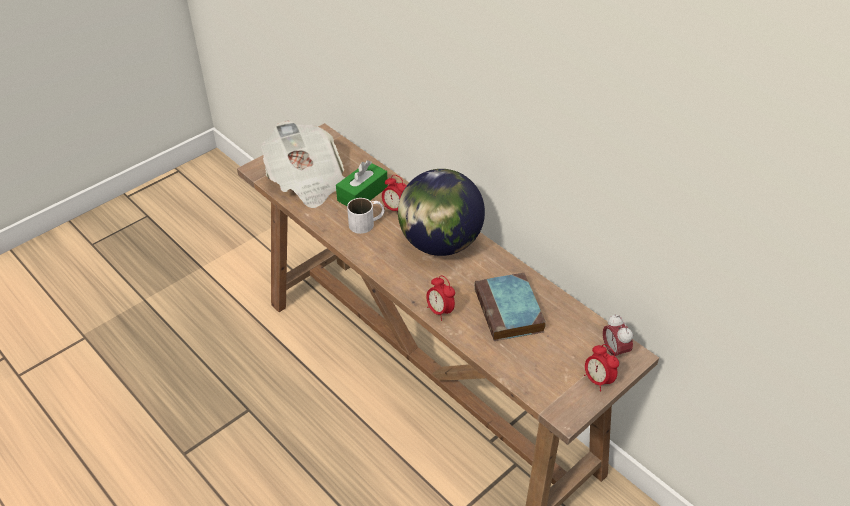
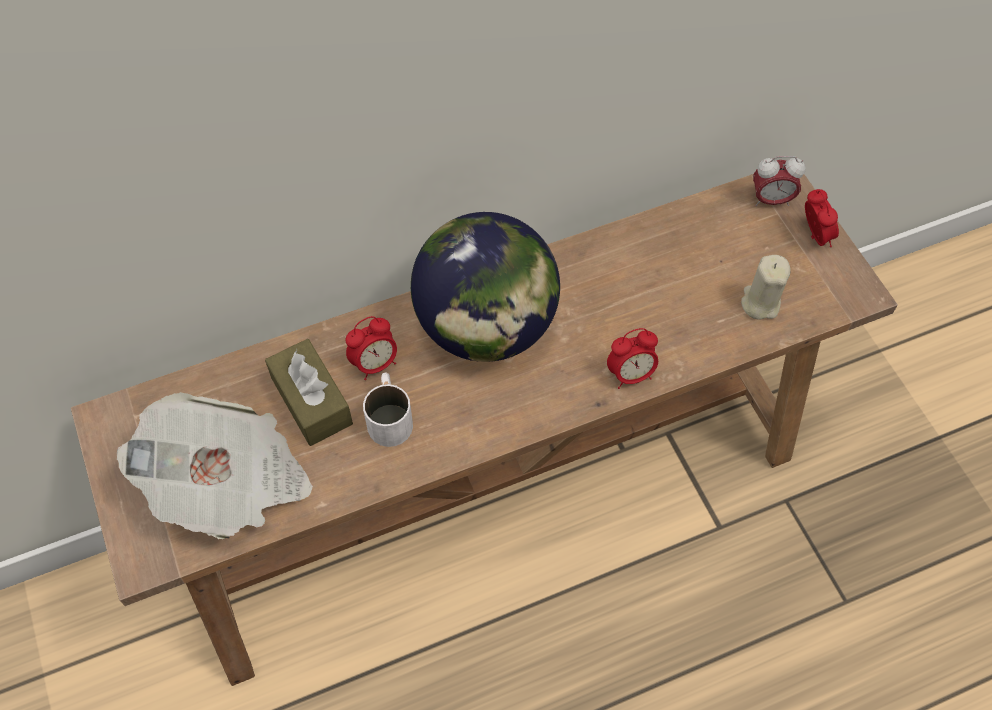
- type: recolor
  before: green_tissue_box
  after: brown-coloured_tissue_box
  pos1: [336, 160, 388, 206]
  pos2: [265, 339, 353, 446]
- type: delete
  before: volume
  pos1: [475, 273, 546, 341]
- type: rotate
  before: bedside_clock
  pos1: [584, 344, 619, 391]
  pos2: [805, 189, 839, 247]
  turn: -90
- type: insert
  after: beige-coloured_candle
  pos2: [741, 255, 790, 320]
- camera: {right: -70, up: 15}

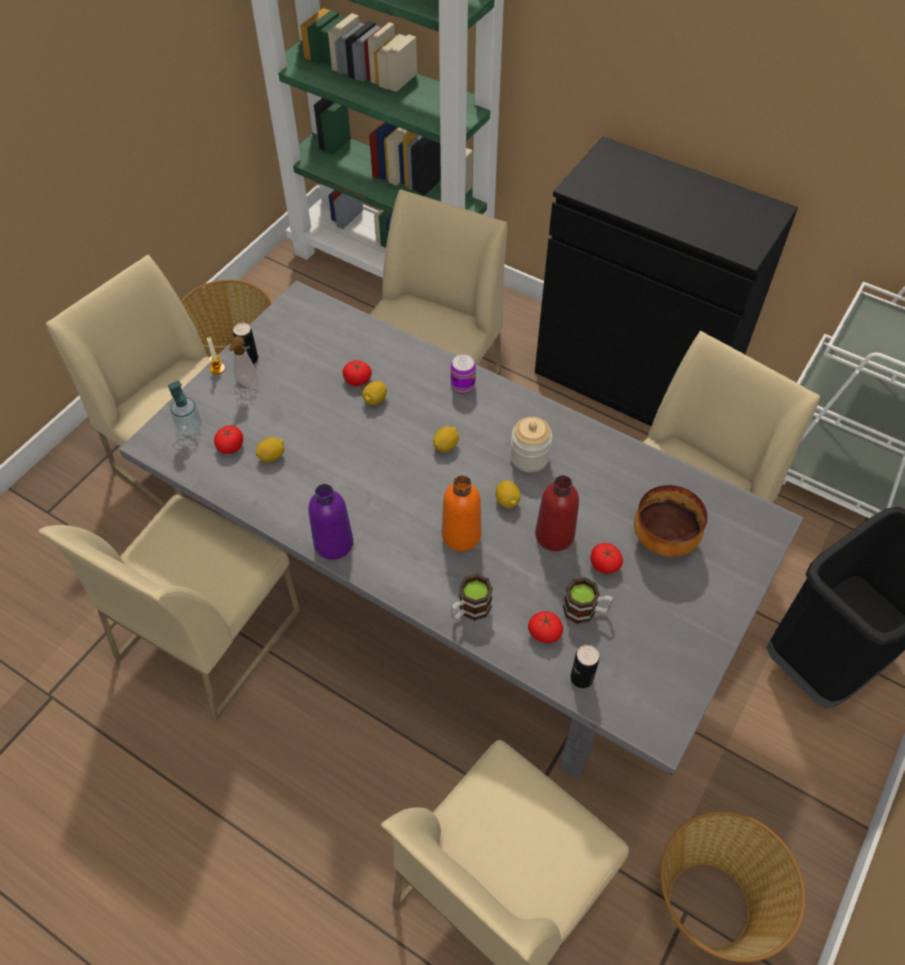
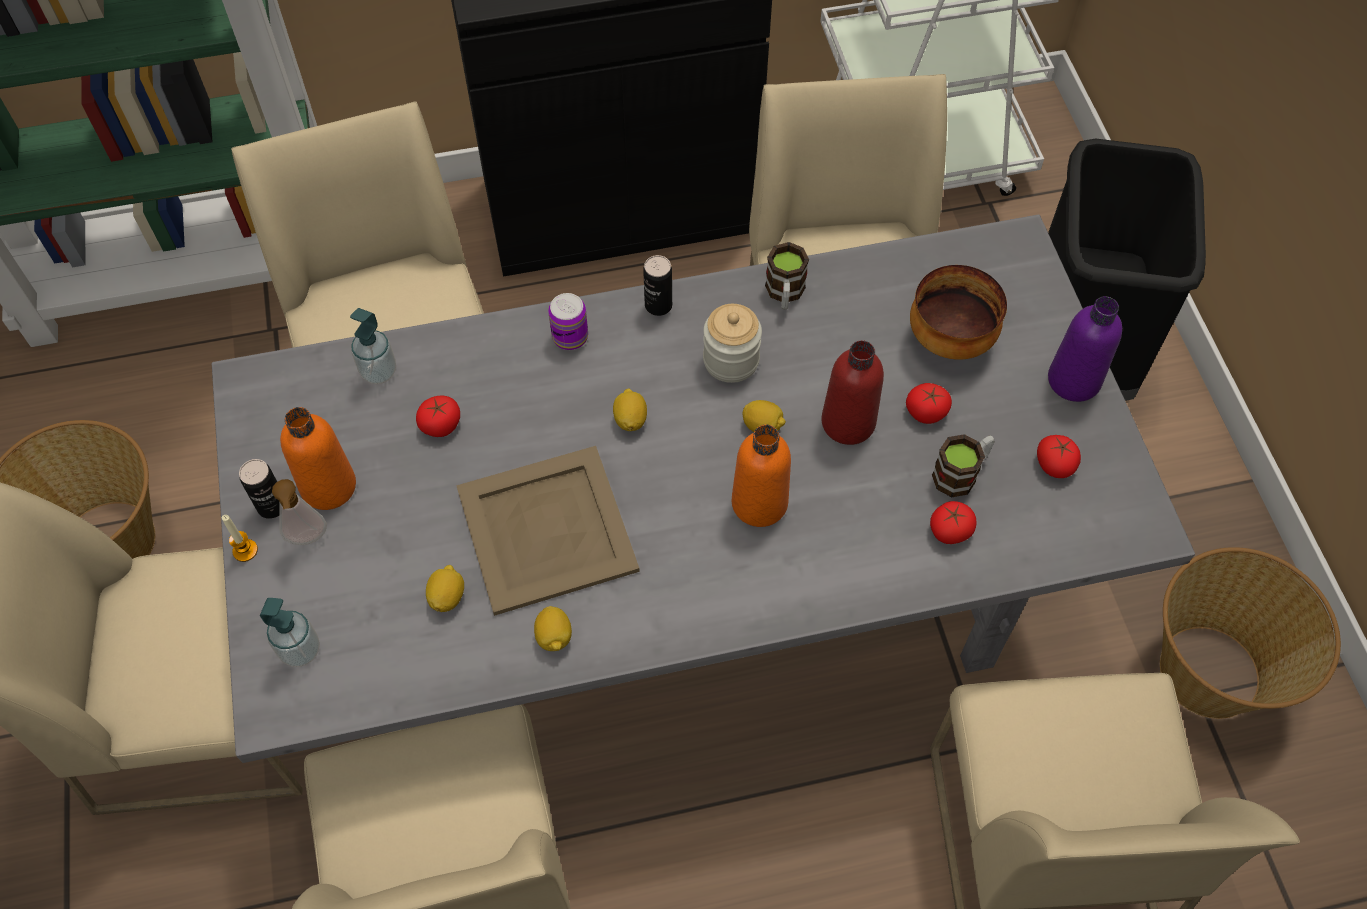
- type: move
  before: whole_tomato
  pos1: [214, 425, 243, 454]
  pos2: [1037, 435, 1081, 478]
- type: move
  before: purple_beverage_bottle
  pos1: [308, 484, 353, 560]
  pos2: [1048, 296, 1122, 402]
- type: move
  before: lemon
  pos1: [362, 381, 387, 405]
  pos2: [534, 606, 572, 651]
- type: move
  before: coffee_mug
  pos1: [451, 574, 493, 621]
  pos2: [765, 242, 809, 310]
- type: move
  before: can
  pos1: [571, 645, 600, 688]
  pos2: [643, 255, 672, 316]
- type: insert
  after: orange_beverage_bottle
  pos2: [280, 407, 356, 510]
- type: insert
  after: soap_bottle
  pos2: [350, 308, 396, 384]
- type: insert
  after: beige-coloured_serving_tray
  pos2: [456, 446, 640, 616]
- camera: {right: -45, up: 5}

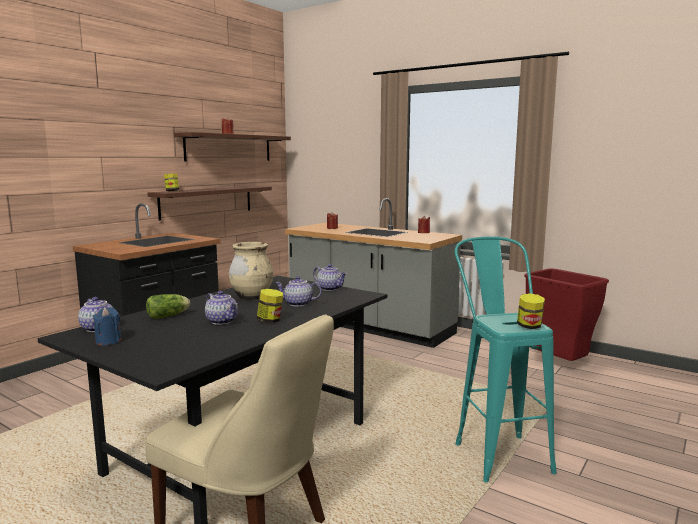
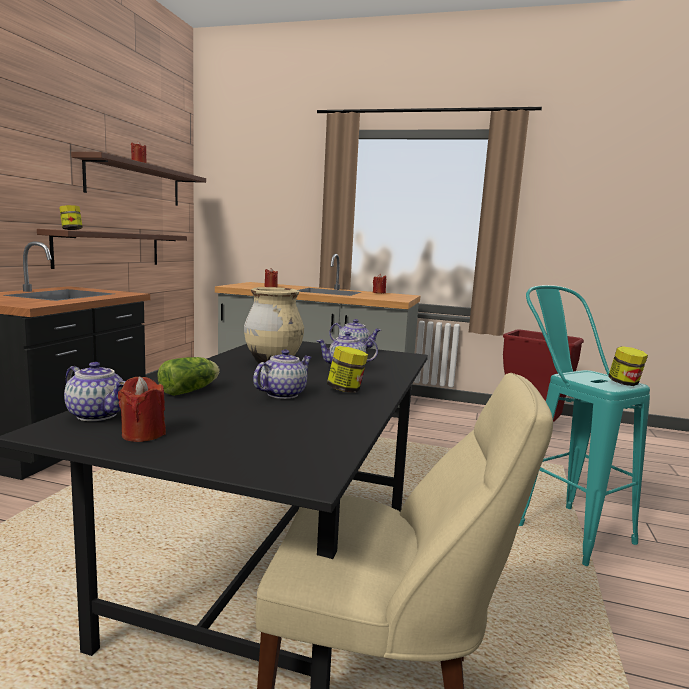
- type: recolor
  before: blue_candle
  after: reddish_candle
  pos1: [93, 307, 122, 346]
  pos2: [118, 377, 166, 442]
- type: rotate
  before: teapot
  pos1: [205, 291, 238, 325]
  pos2: [253, 350, 312, 399]
  turn: -75
- camera: {right: -20, up: 0}

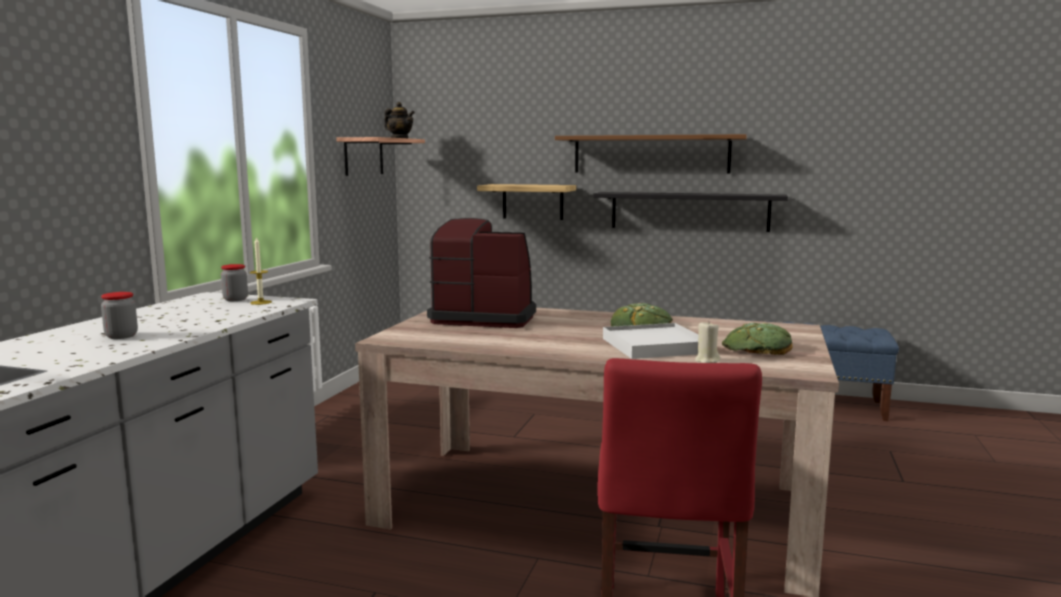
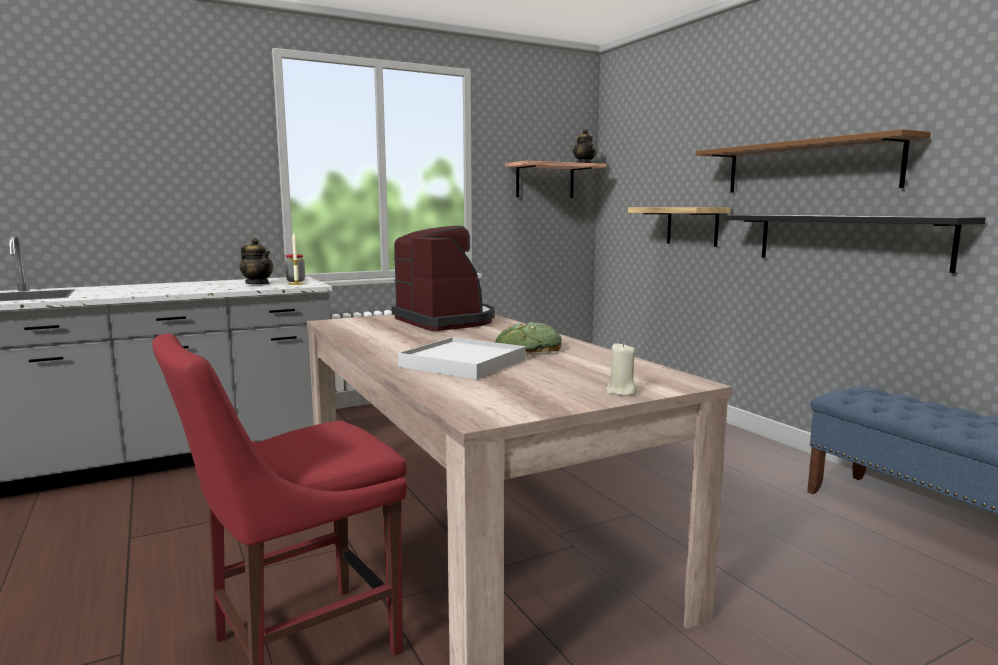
- type: delete
  before: jar
  pos1: [101, 292, 138, 339]
- type: move
  before: beige-coloured_candle
  pos1: [695, 322, 720, 363]
  pos2: [606, 342, 637, 396]
- type: delete
  before: baked_bread
  pos1: [722, 323, 792, 355]
- type: insert
  after: teapot
  pos2: [240, 238, 273, 284]
- camera: {right: 45, up: 0}

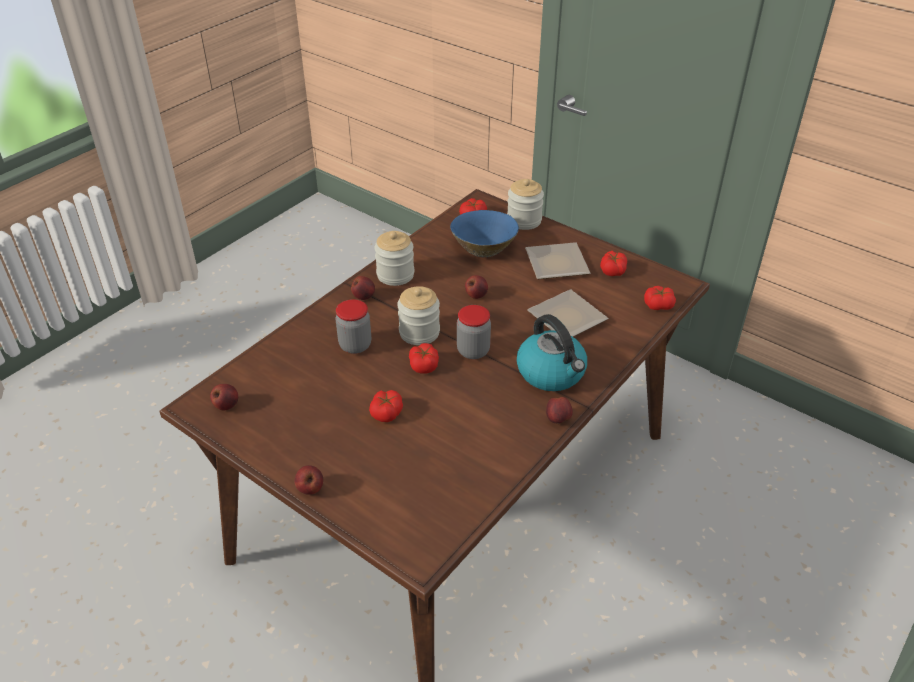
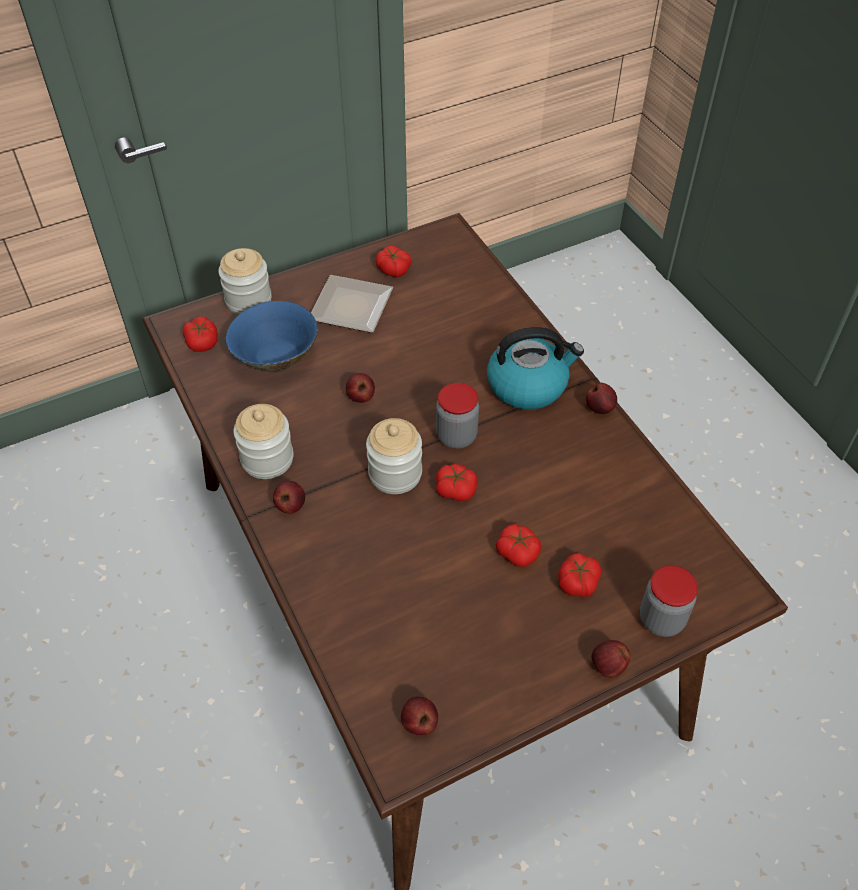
- type: move
  before: jar
  pos1: [336, 299, 371, 354]
  pos2: [640, 565, 698, 637]
- type: delete
  before: dinner_plate
  pos1: [527, 289, 608, 337]
- type: move
  before: whole_tomato
  pos1: [644, 286, 676, 310]
  pos2: [558, 553, 601, 597]
- camera: {right: -65, up: 10}

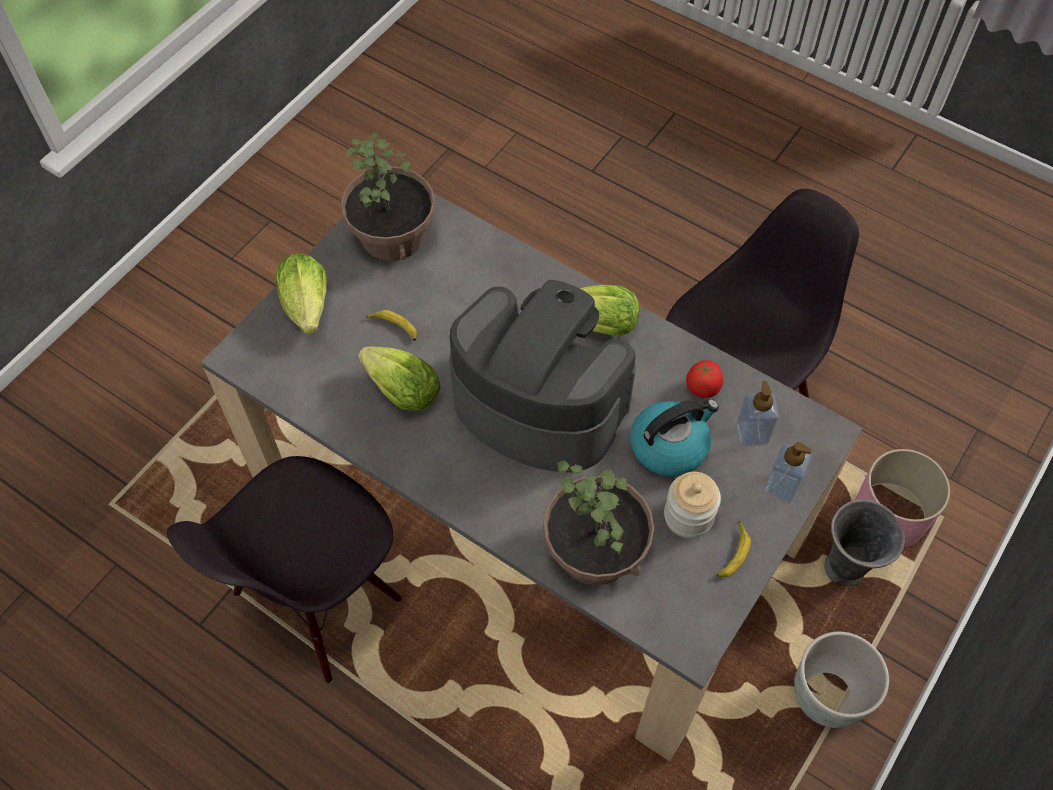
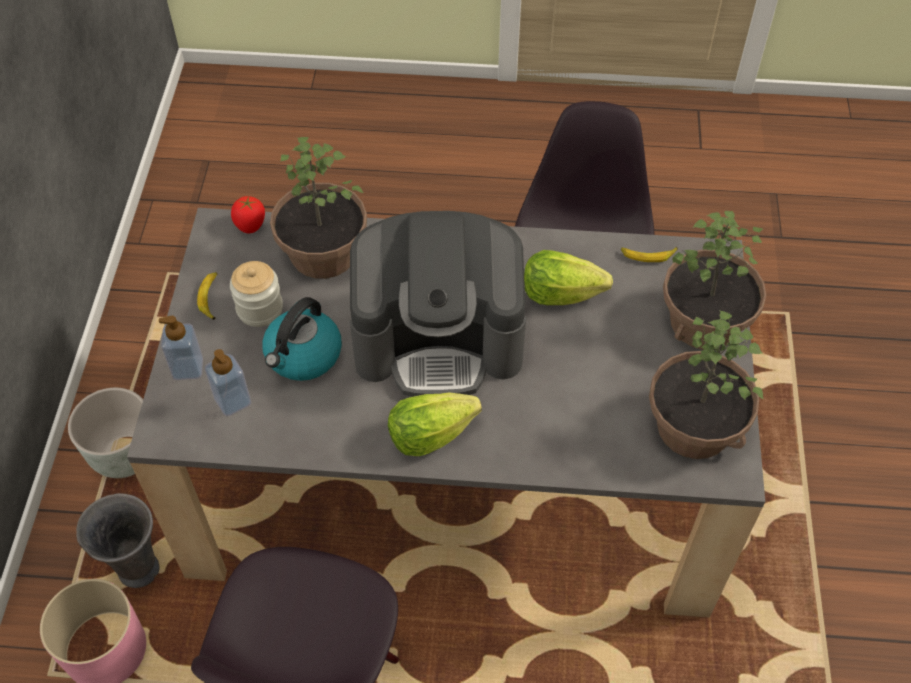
- type: replace
  before: lettuce
  after: plant_in_a_pot
  pos1: [275, 254, 327, 334]
  pos2: [663, 211, 766, 350]
- type: move
  before: whole_banana
  pos1: [367, 310, 417, 341]
  pos2: [621, 247, 678, 262]
- type: move
  before: whole_tomato
  pos1: [686, 360, 723, 398]
  pos2: [231, 196, 265, 233]
- camera: {right: 150, up: -5}

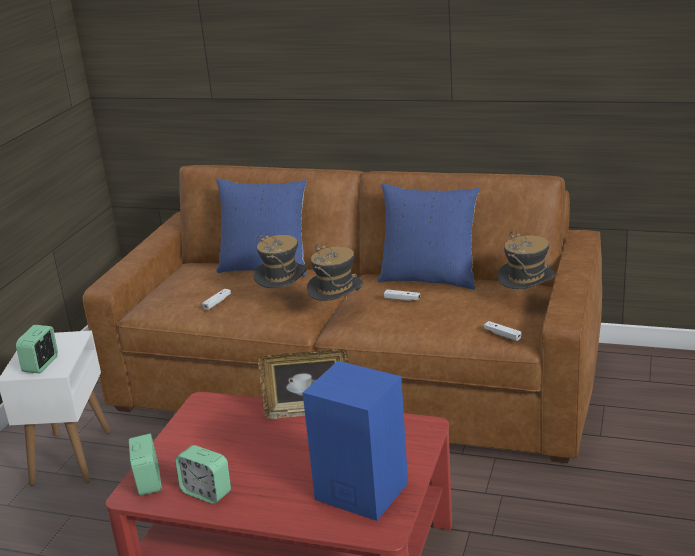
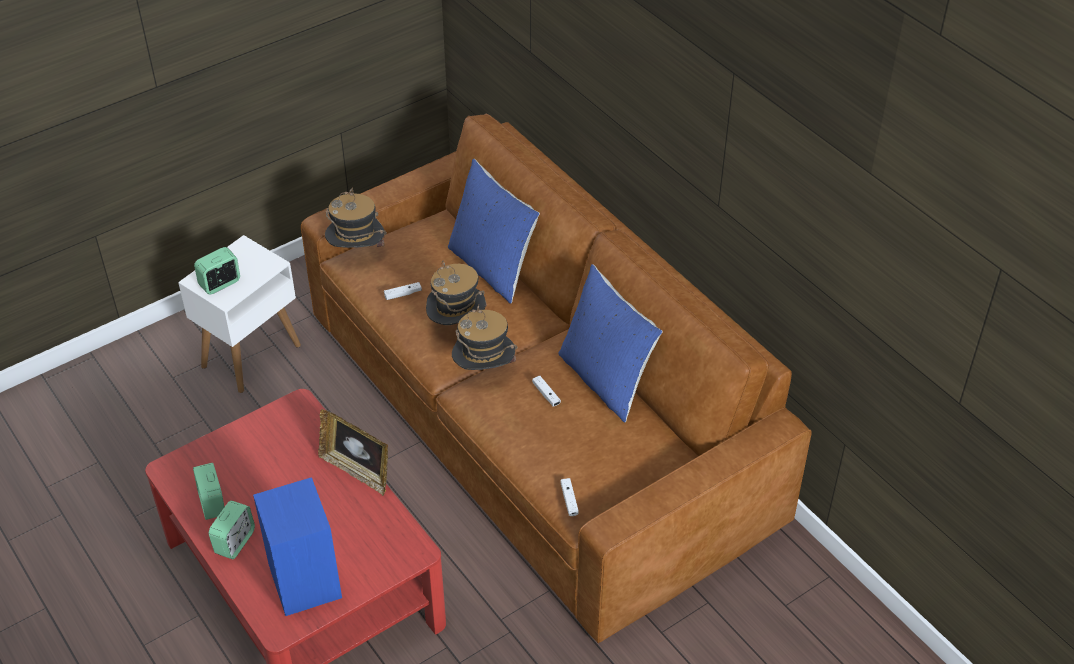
- type: move
  before: bedside_clock
  pos1: [129, 433, 162, 496]
  pos2: [209, 501, 255, 559]
- type: move
  before: clothing_hat
  pos1: [497, 232, 556, 290]
  pos2: [325, 187, 387, 248]
- camera: {right: 35, up: 20}

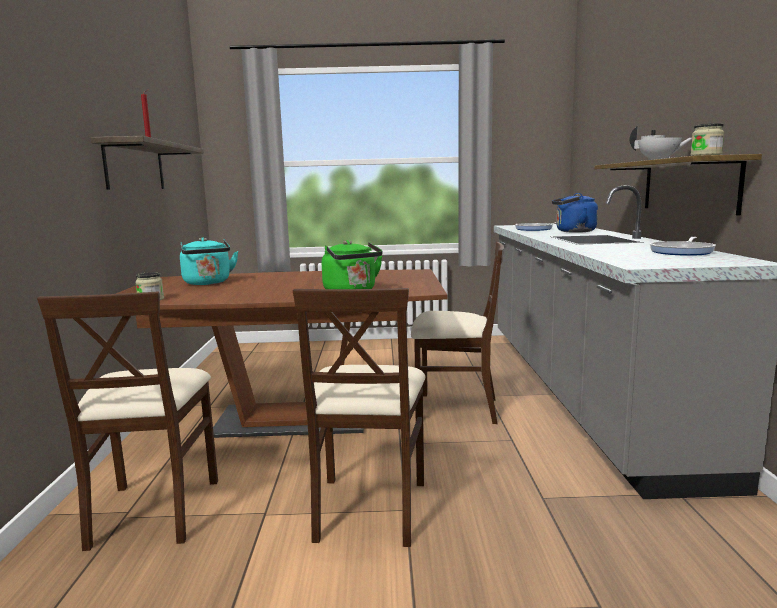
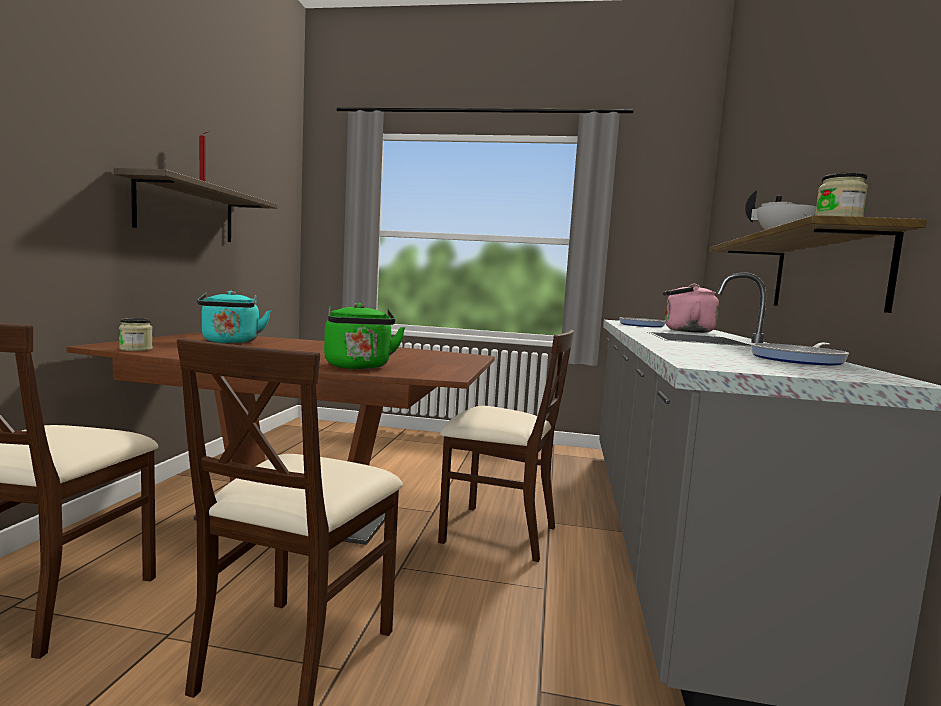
- type: recolor
  before: blue_water_kettle
  after: pinkish_water_kettle
  pos1: [552, 193, 598, 233]
  pos2: [663, 284, 719, 333]
- camera: {right: 10, up: -5}

